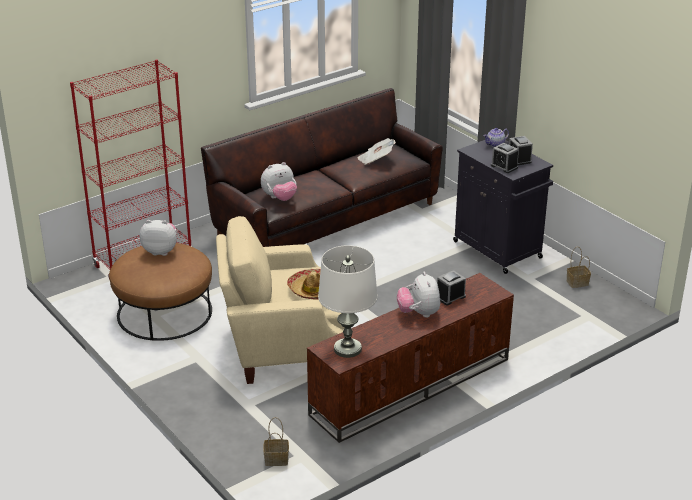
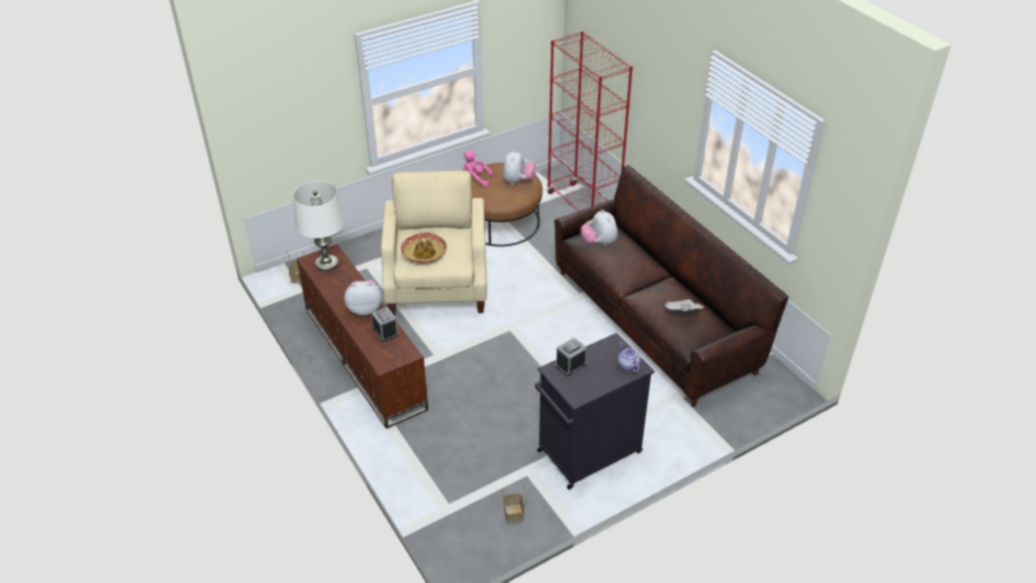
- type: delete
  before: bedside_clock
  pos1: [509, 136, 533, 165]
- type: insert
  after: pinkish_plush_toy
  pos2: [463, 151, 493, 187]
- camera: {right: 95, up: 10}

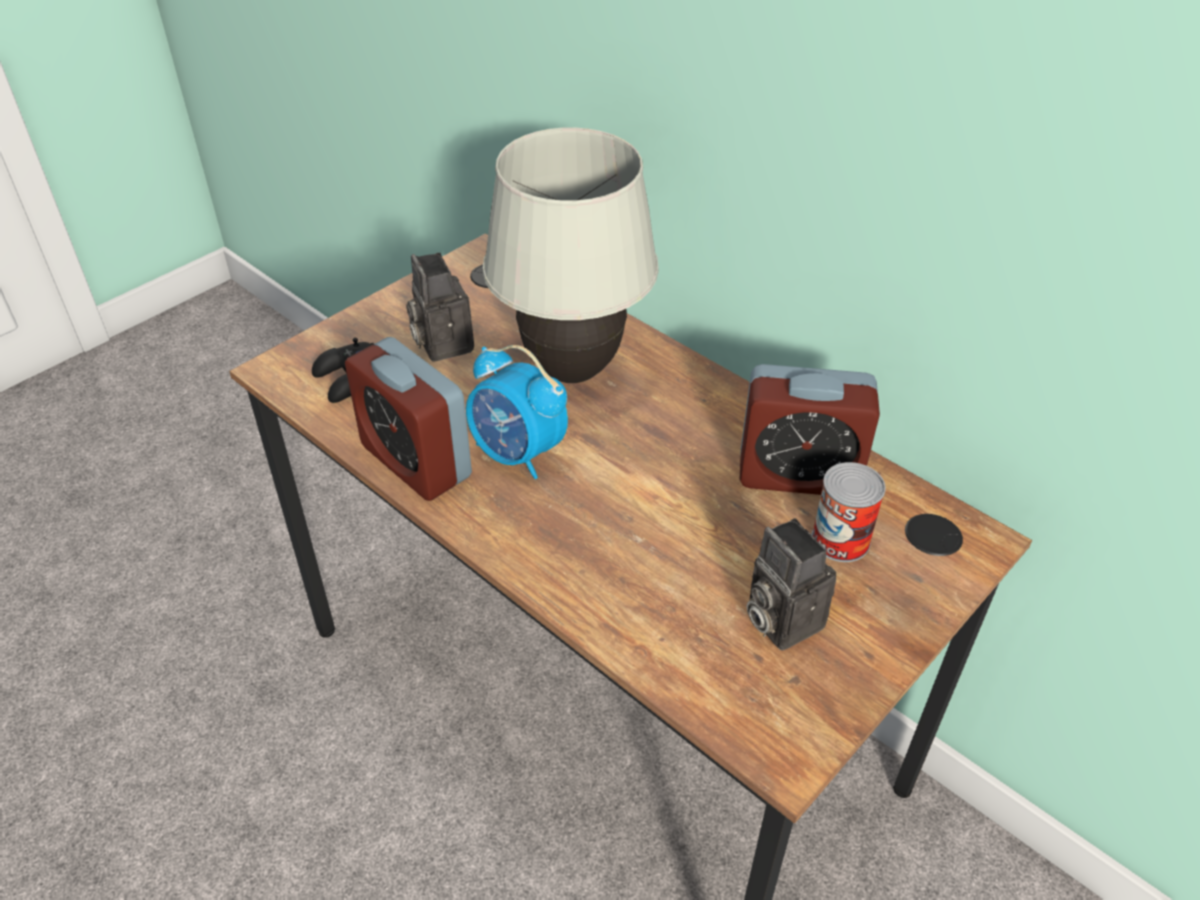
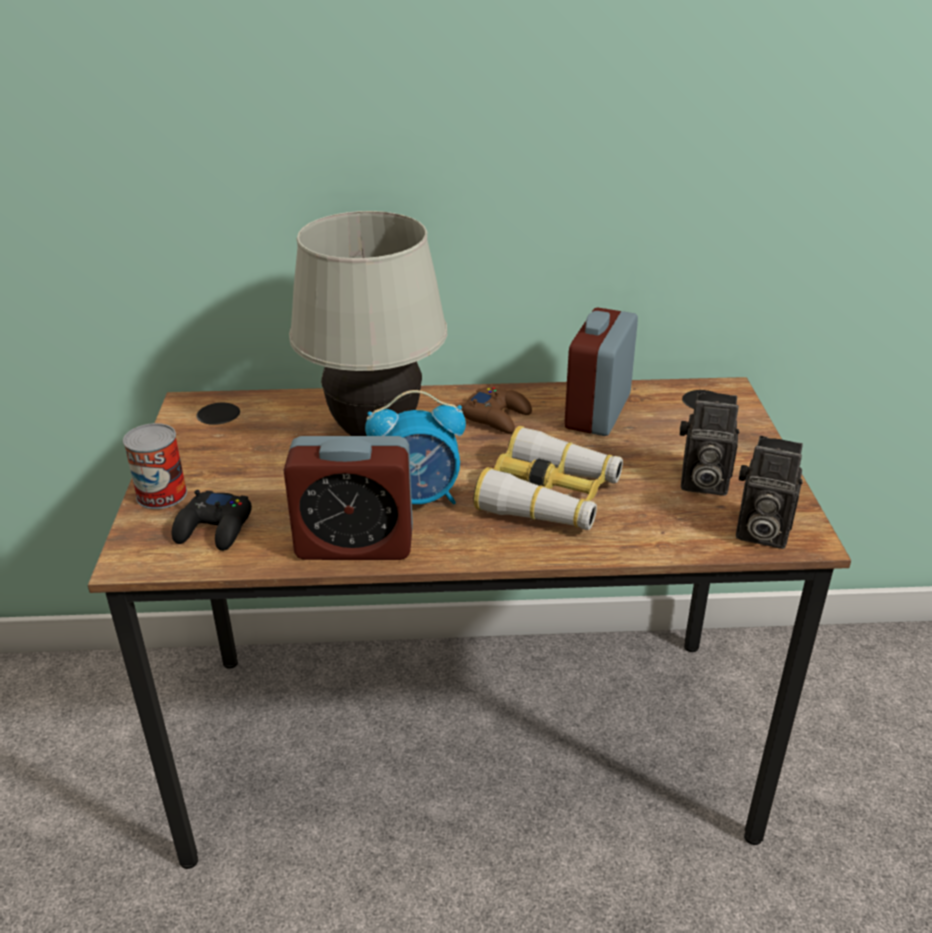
- type: move
  before: photo_camera
  pos1: [406, 253, 474, 362]
  pos2: [736, 436, 803, 549]
- type: rotate
  before: bedside_clock
  pos1: [740, 364, 880, 495]
  pos2: [564, 308, 638, 436]
  turn: 150
- type: move
  before: can
  pos1: [812, 462, 886, 562]
  pos2: [123, 423, 187, 509]
- type: insert
  after: brown-coloured_game_controller
  pos2: [461, 387, 532, 433]
- type: insert
  after: field_glasses
  pos2: [473, 426, 623, 530]
- camera: {right: -45, up: -10}

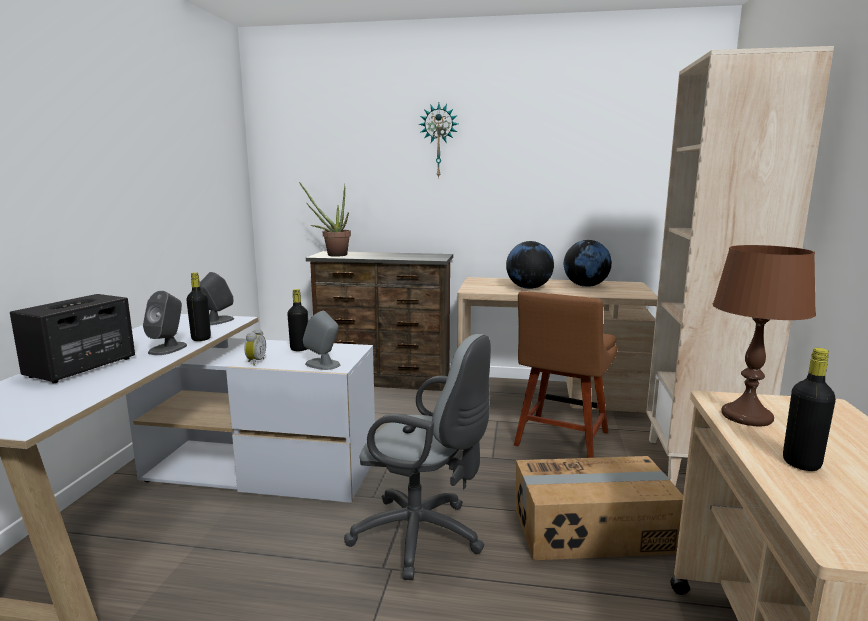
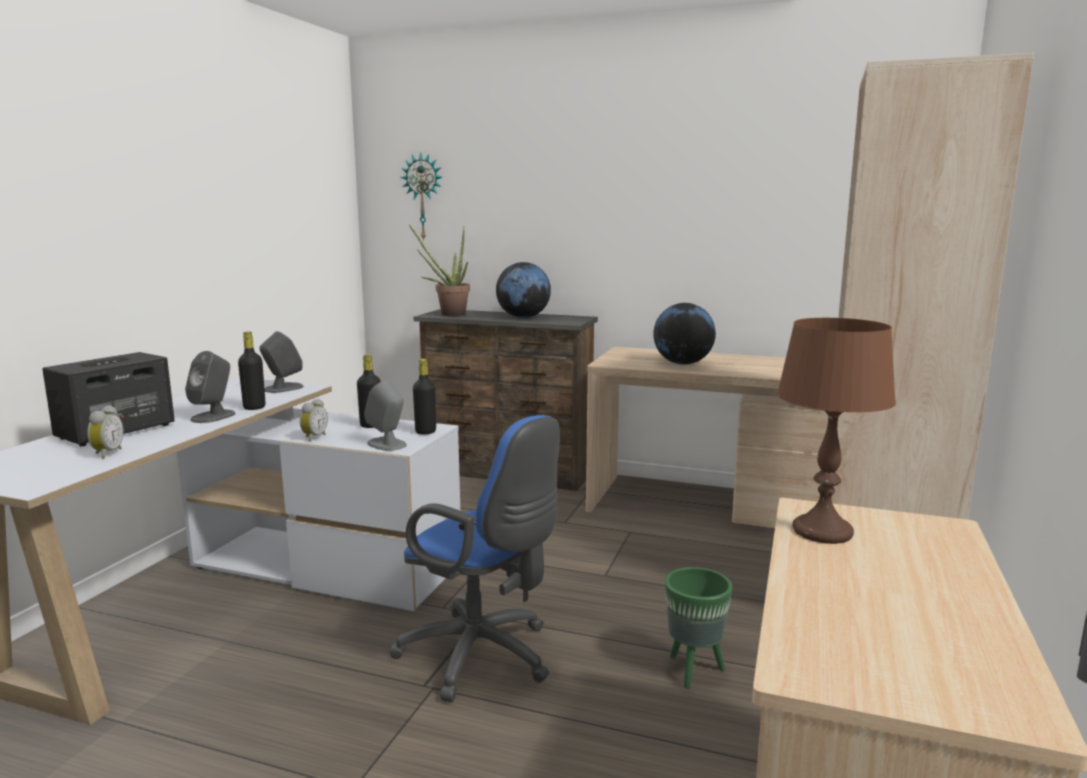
- type: recolor
  before: greyish_desk_chair
  after: blue_desk_chair
  pos1: [344, 334, 491, 580]
  pos2: [389, 415, 560, 702]
- type: move
  before: clock_on_the_wall
  pos1: [419, 103, 458, 179]
  pos2: [400, 152, 442, 241]
- type: delete
  before: brown-coloured_plain_chair
  pos1: [514, 291, 618, 458]
- type: replace
  before: carton
  after: green_flower_pot
  pos1: [515, 456, 683, 560]
  pos2: [665, 567, 732, 689]
- type: move
  before: world_globe
  pos1: [564, 240, 612, 287]
  pos2: [496, 262, 551, 318]
- type: move
  before: black-coloured_beverage_bottle
  pos1: [783, 348, 836, 471]
  pos2: [413, 359, 436, 435]
- type: insert
  after: bedside_clock
  pos2: [87, 405, 124, 459]
- camera: {right: 10, up: 0}

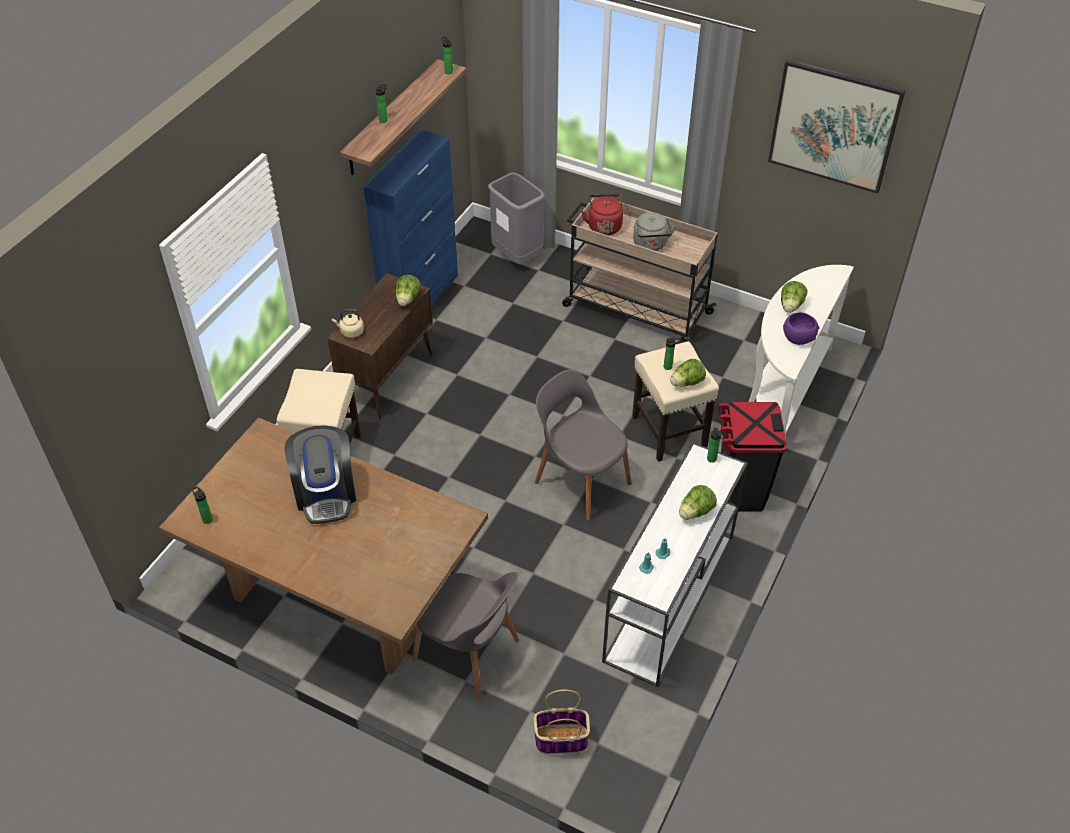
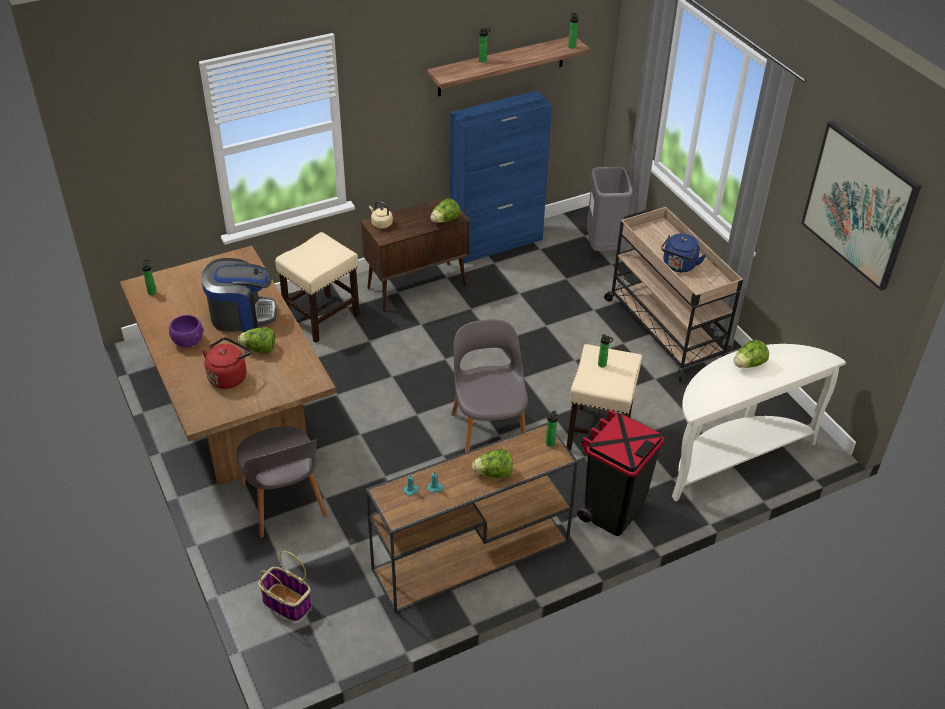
- type: rotate
  before: coffee_brewer
  pos1: [284, 425, 356, 524]
  pos2: [201, 258, 277, 332]
  turn: -120
- type: move
  before: reddish_water_kettle
  pos1: [581, 194, 623, 235]
  pos2: [202, 337, 251, 389]
- type: recolor
  before: whitish_hall_table
  after: brown-coloured_hall_table
  pos1: [602, 442, 747, 687]
  pos2: [366, 423, 578, 613]
- type: recolor
  before: greyish_water_kettle
  after: blue_water_kettle
  pos1: [633, 212, 676, 251]
  pos2: [661, 233, 706, 272]
- type: move
  before: lettuce
  pos1: [670, 359, 706, 387]
  pos2: [238, 327, 275, 353]
- type: move
  before: purple_bowl
  pos1: [783, 312, 819, 345]
  pos2: [169, 315, 204, 347]
- camera: {right: 35, up: -5}

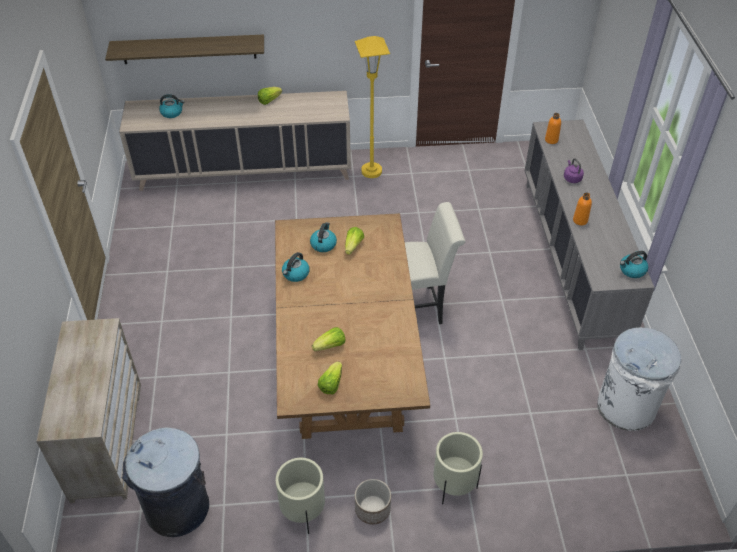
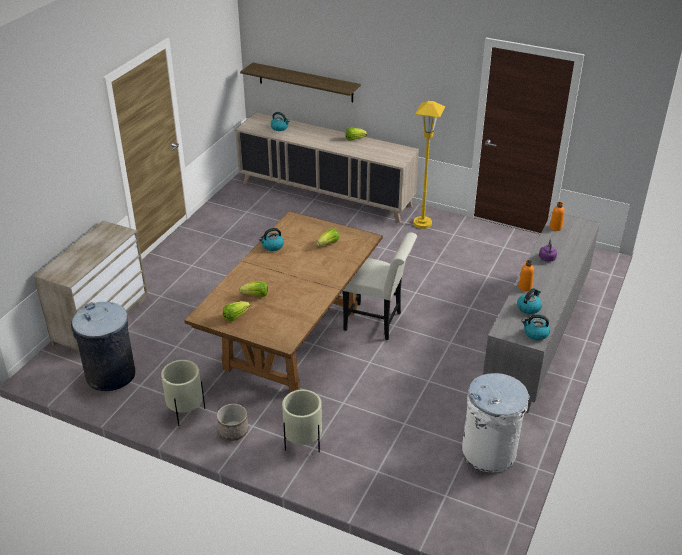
- type: move
  before: water_kettle
  pos1: [310, 222, 337, 252]
  pos2: [517, 288, 542, 314]
- camera: {right: 30, up: -10}

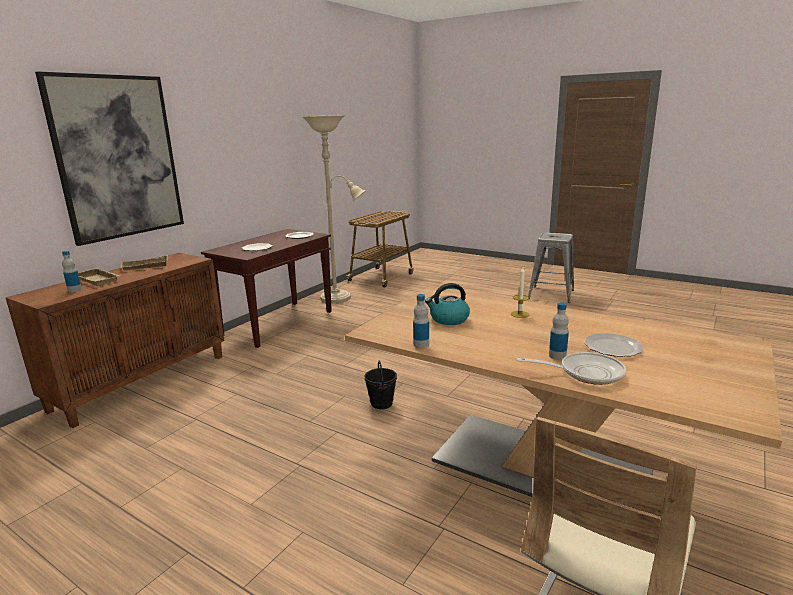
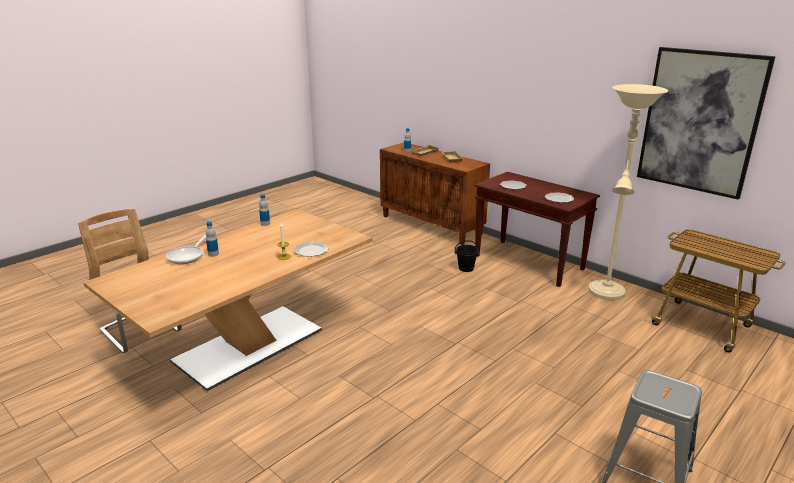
- type: move
  before: wall_art
  pos1: [35, 71, 184, 246]
  pos2: [637, 47, 775, 200]
- type: move
  before: black-coloured_bucket
  pos1: [365, 361, 397, 409]
  pos2: [455, 240, 480, 272]
- type: delete
  before: water_kettle
  pos1: [425, 283, 470, 325]
- type: move
  before: dinner_plate
  pos1: [584, 333, 643, 357]
  pos2: [294, 242, 329, 257]
- camera: {right: 100, up: 5}

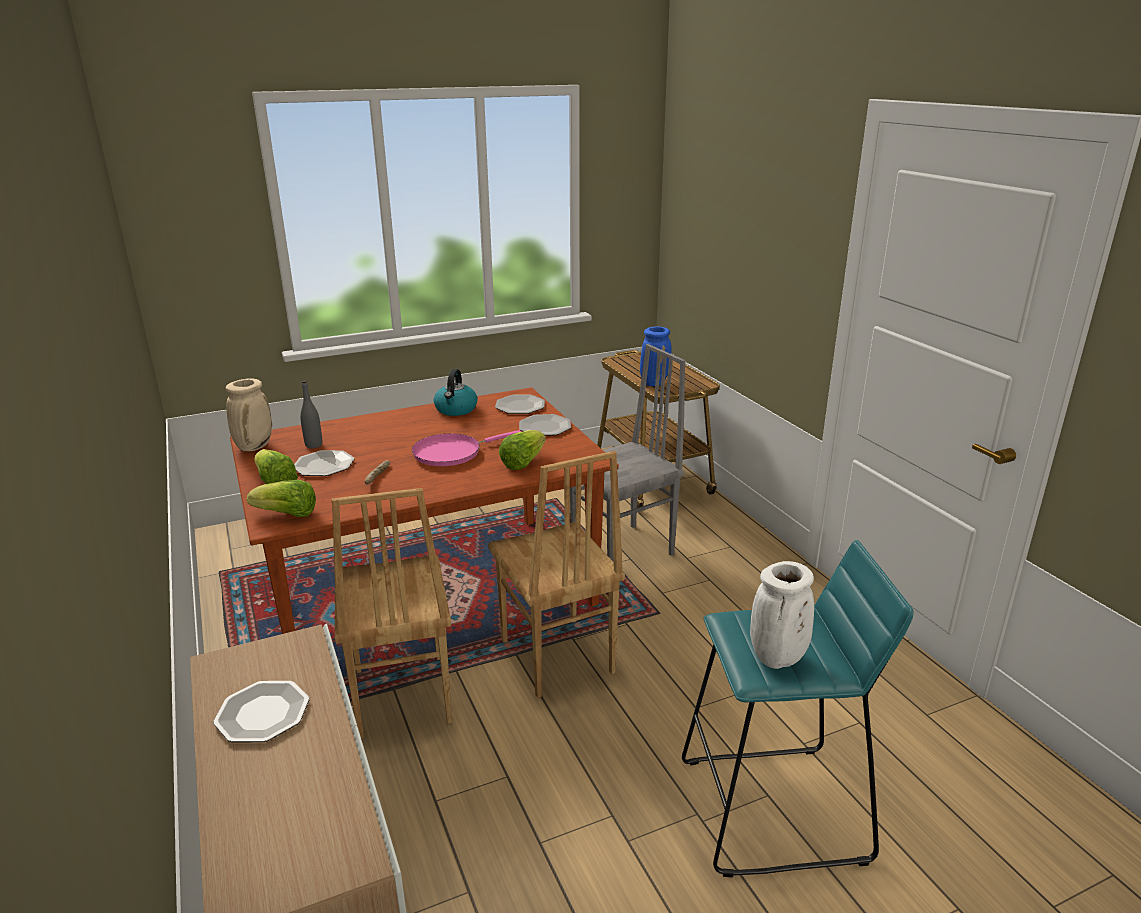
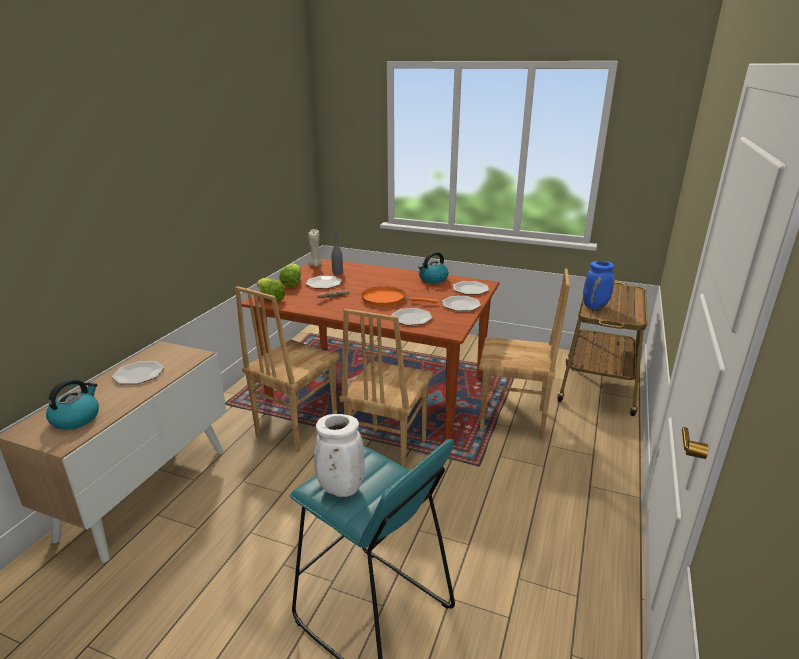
- type: replace
  before: beige-coloured_flower_vase
  after: beige-coloured_candle
  pos1: [226, 378, 272, 451]
  pos2: [308, 229, 322, 267]
- type: recolor
  before: pinkish_pan
  after: orange_pan
  pos1: [412, 430, 521, 466]
  pos2: [361, 286, 438, 306]
- type: replace
  before: lettuce
  after: dinner_plate
  pos1: [499, 430, 546, 470]
  pos2: [391, 308, 432, 325]
- type: recolor
  before: greyish_plain_chair
  after: brown-coloured_plain_chair
  pos1: [570, 344, 686, 561]
  pos2: [479, 268, 570, 439]
- type: insert
  after: water_kettle
  pos2: [46, 379, 99, 430]
- camera: {right: 45, up: 0}

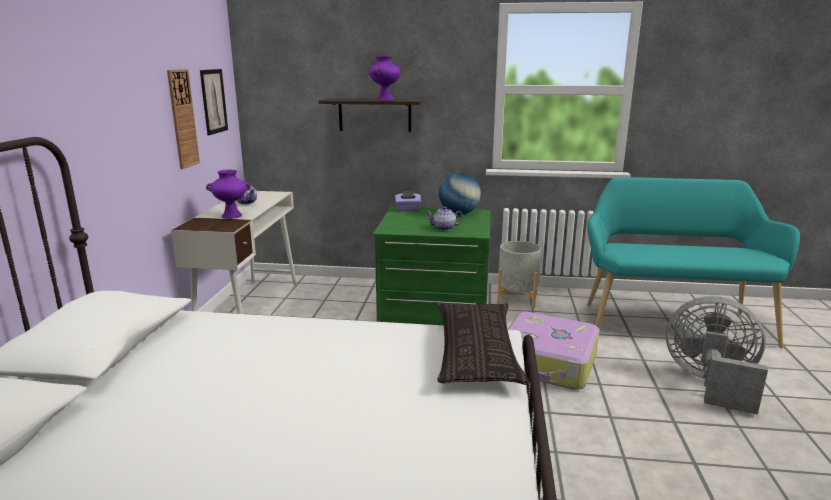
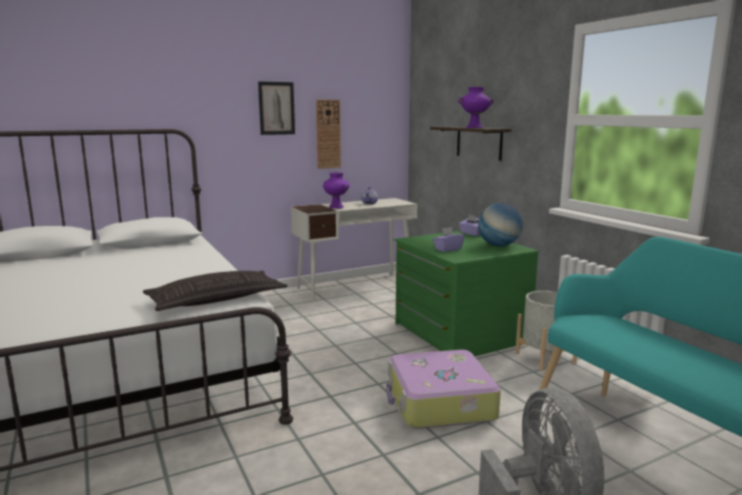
- type: move
  before: wall_art
  pos1: [200, 69, 228, 135]
  pos2: [258, 81, 295, 135]
- type: replace
  before: teapot
  after: purple_tissue_box
  pos1: [425, 207, 464, 231]
  pos2: [433, 227, 465, 252]
- camera: {right: 55, up: -5}

